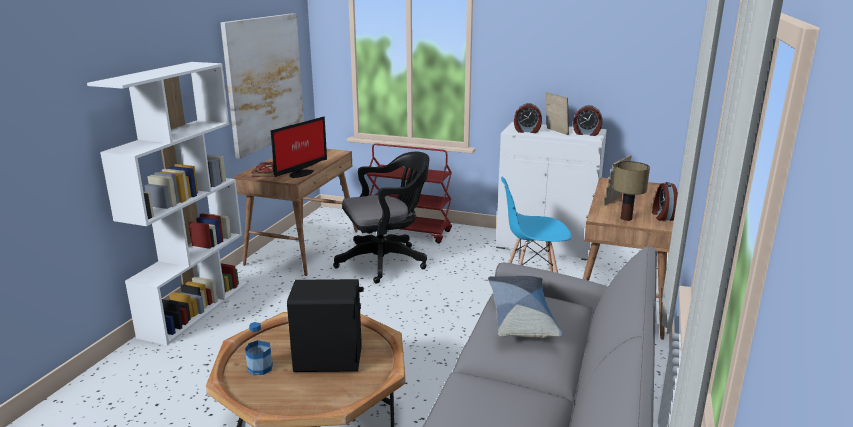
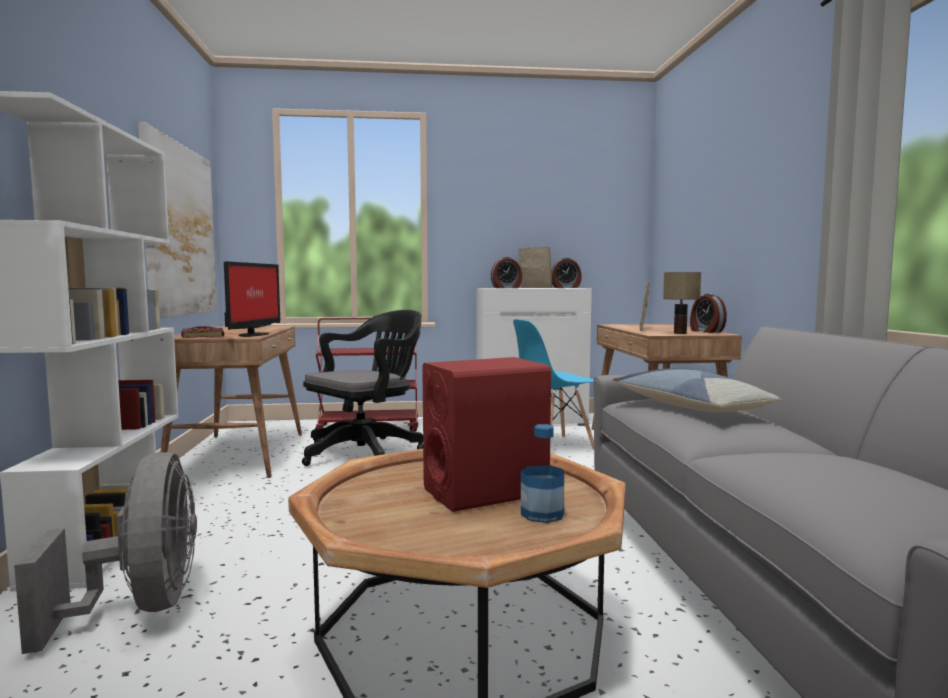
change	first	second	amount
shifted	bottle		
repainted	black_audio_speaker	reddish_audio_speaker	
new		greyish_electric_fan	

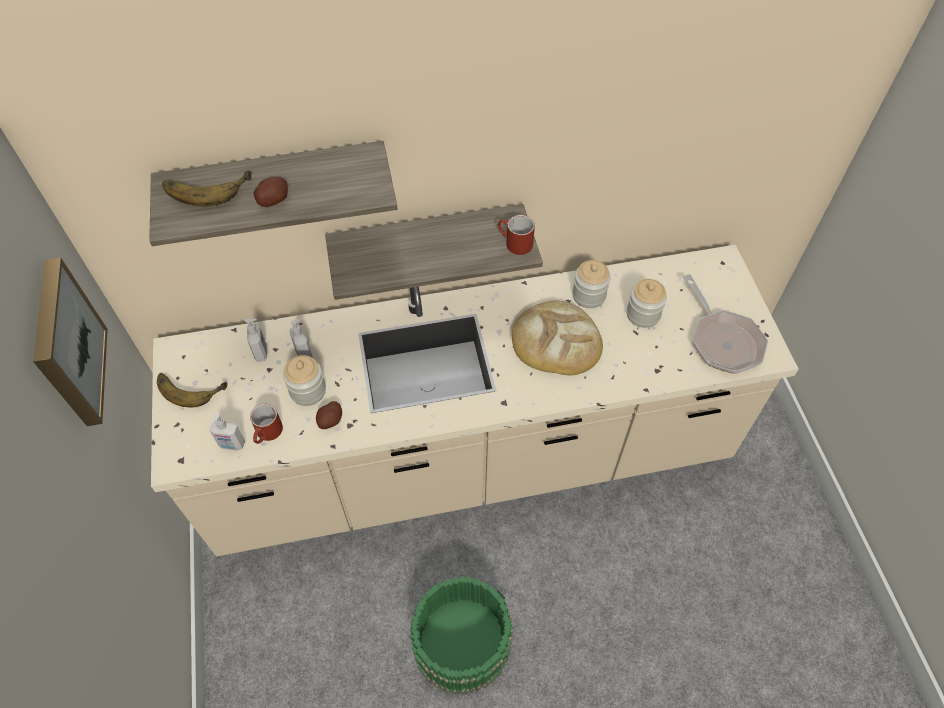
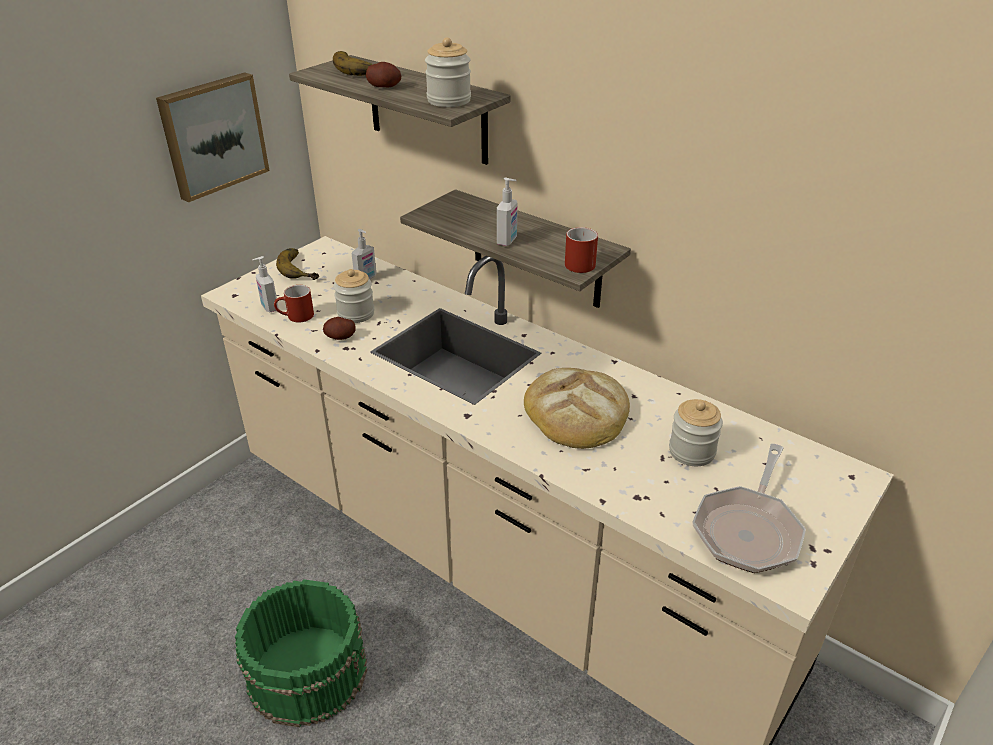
change	first	second	amount
shifted	liquid_soap_bottle (no. 3 from left)		
shifted	jar (no. 2 from left)		

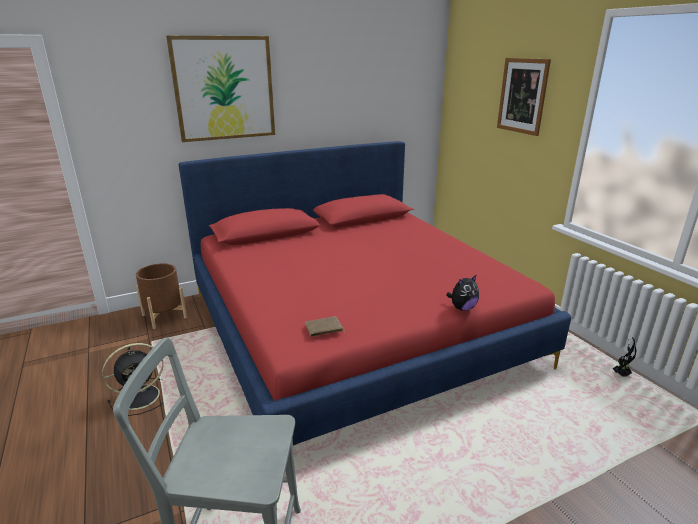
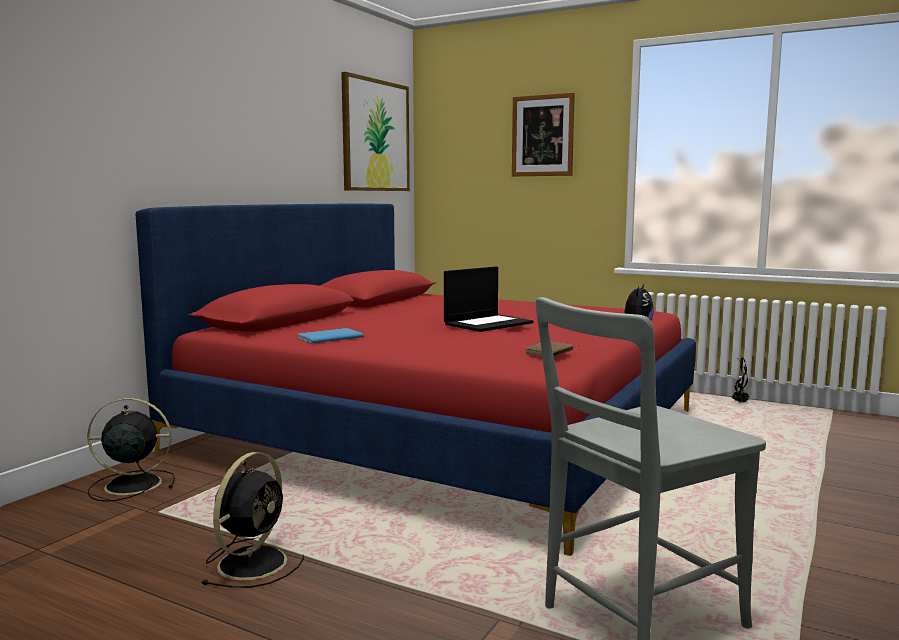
change	first	second	amount
swapped	brown-coloured_planter	black_electric_fan (no. 1 from left)	
shifted	wall_art (no. 1 from left)		
new		blue-coloured_book	
new		laptop	

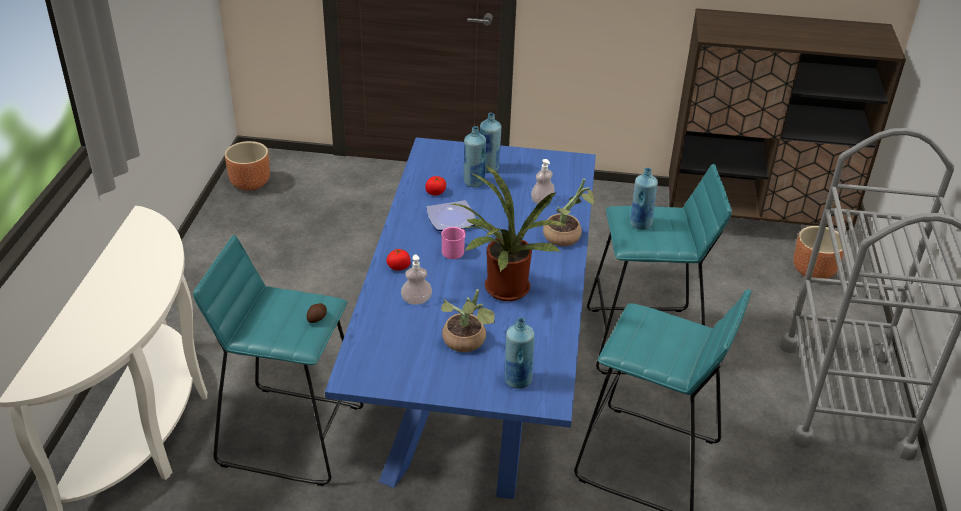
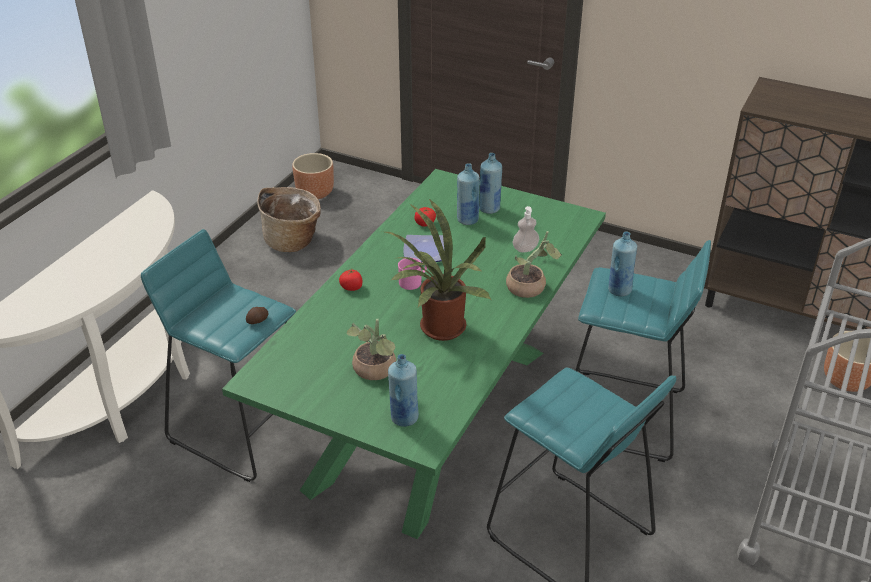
change	first	second	amount
repainted	blue-coloured_kitchen_table	green_kitchen_table	
gone	liquid_soap_bottle (no. 1 from left)		
new		basket	

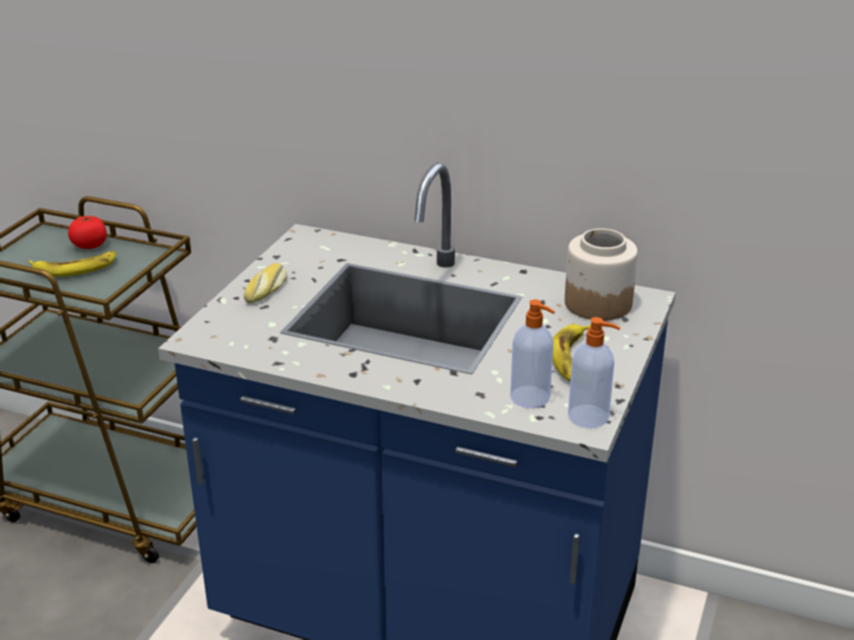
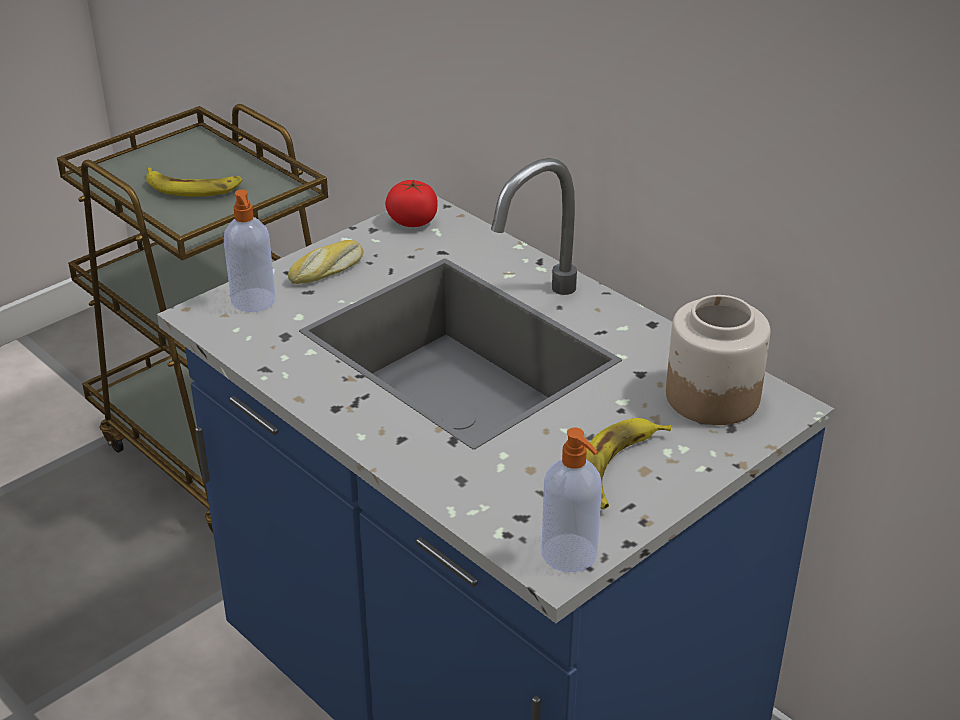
change	first	second	amount
shifted	fresh_tomato		
shifted	liquid_soap_bottle (no. 1 from left)		

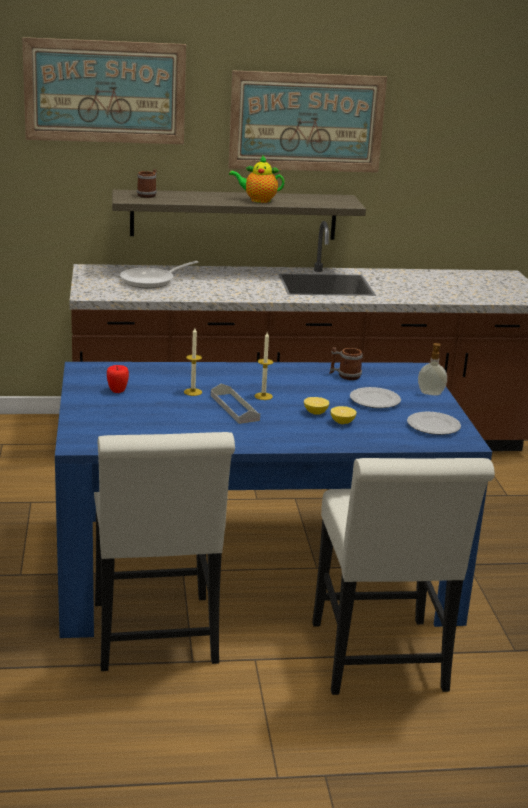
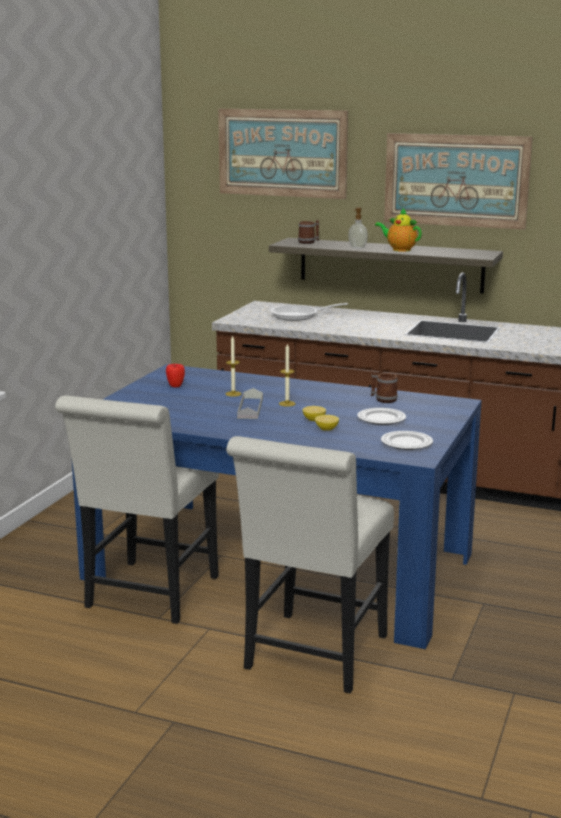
change	first	second	amount
shifted	liquid_soap_bottle		

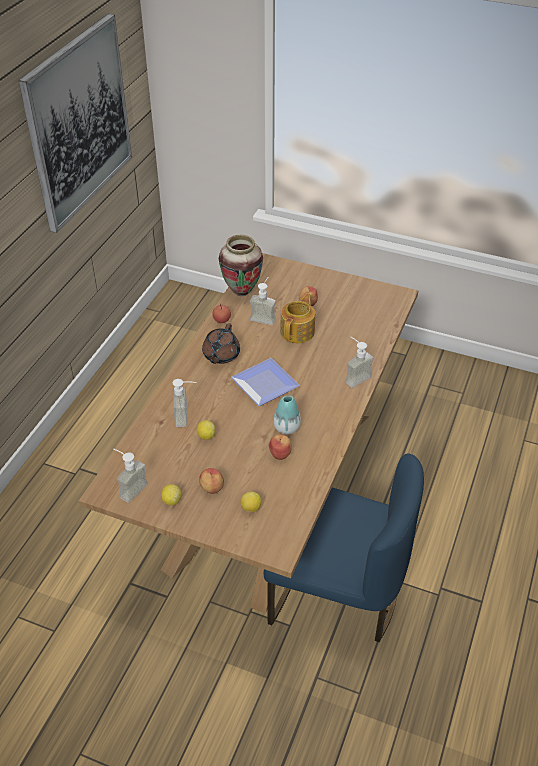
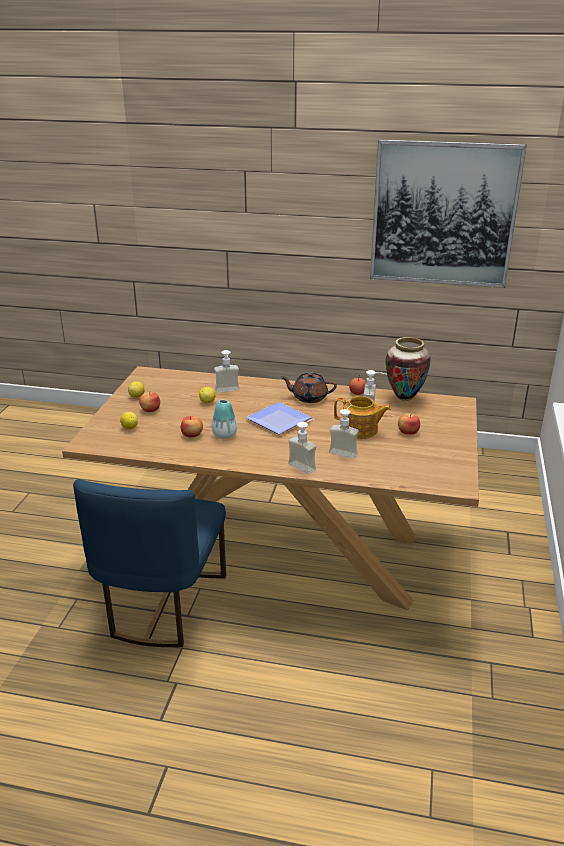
change	first	second	amount
shifted	liquid_soap_bottle (no. 1 from left in the first image)	liquid_soap_bottle (no. 3 from left)	

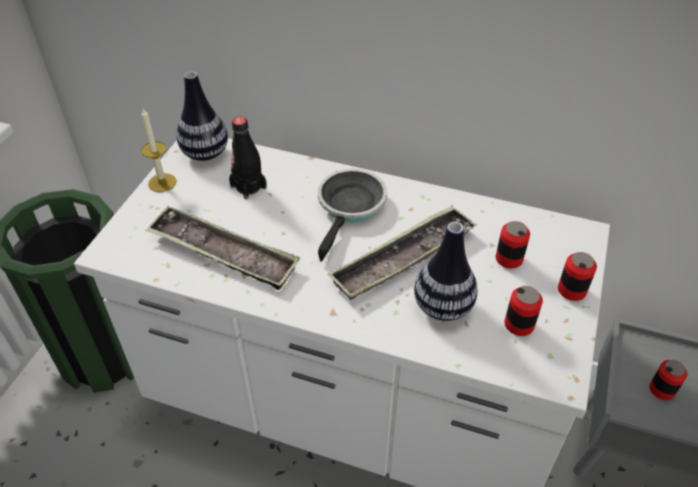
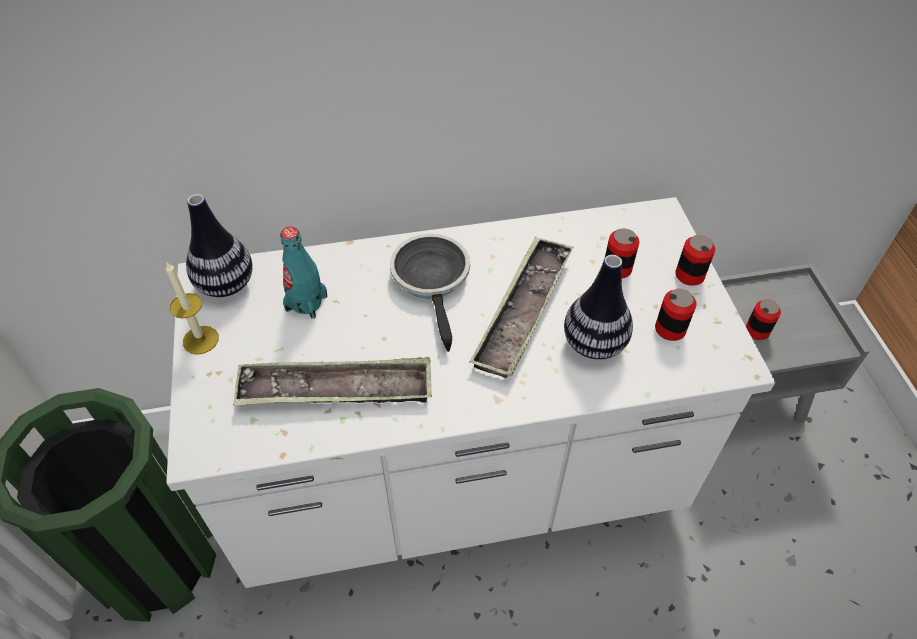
change	first	second	amount
repainted	black_bottle	turquoise_bottle	

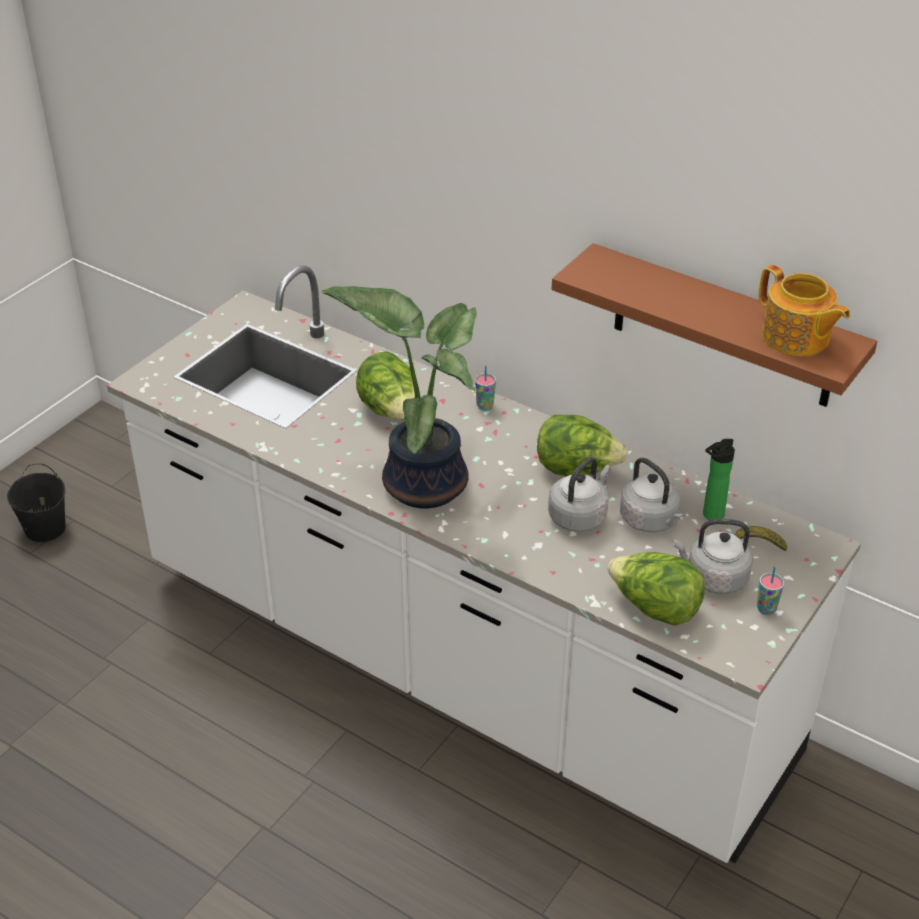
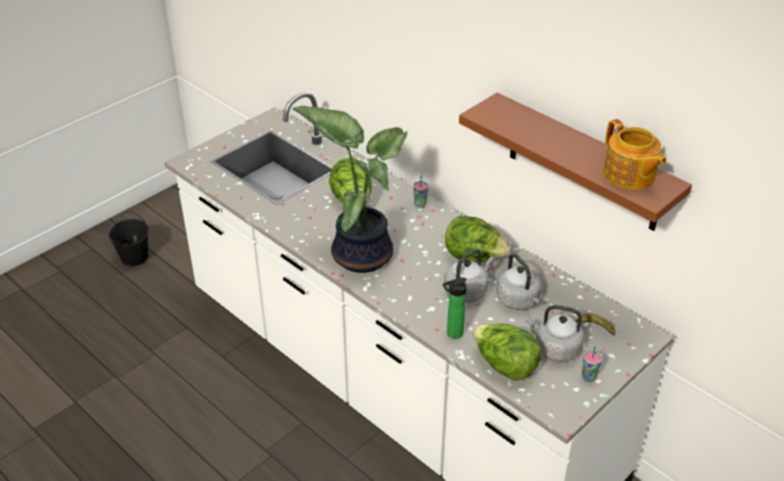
change	first	second	amount
shifted	bottle		

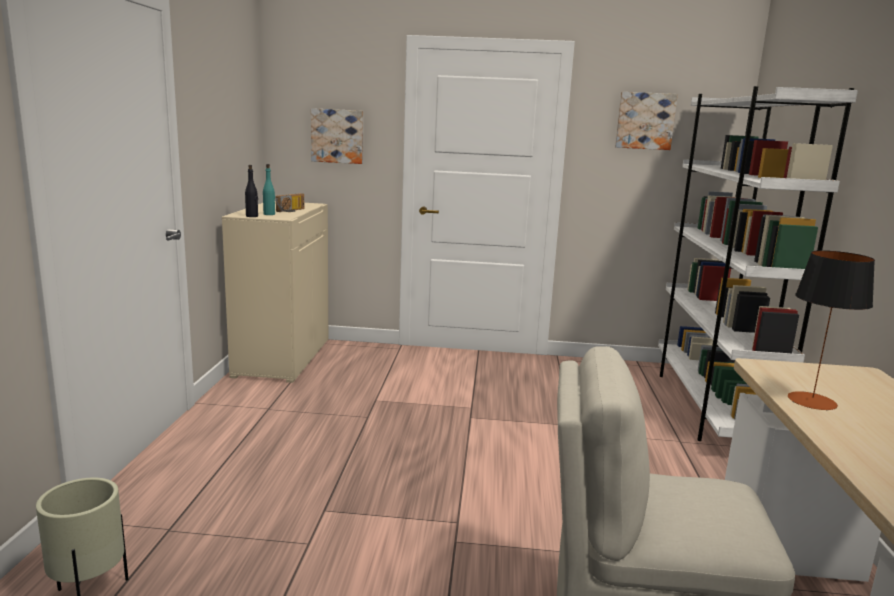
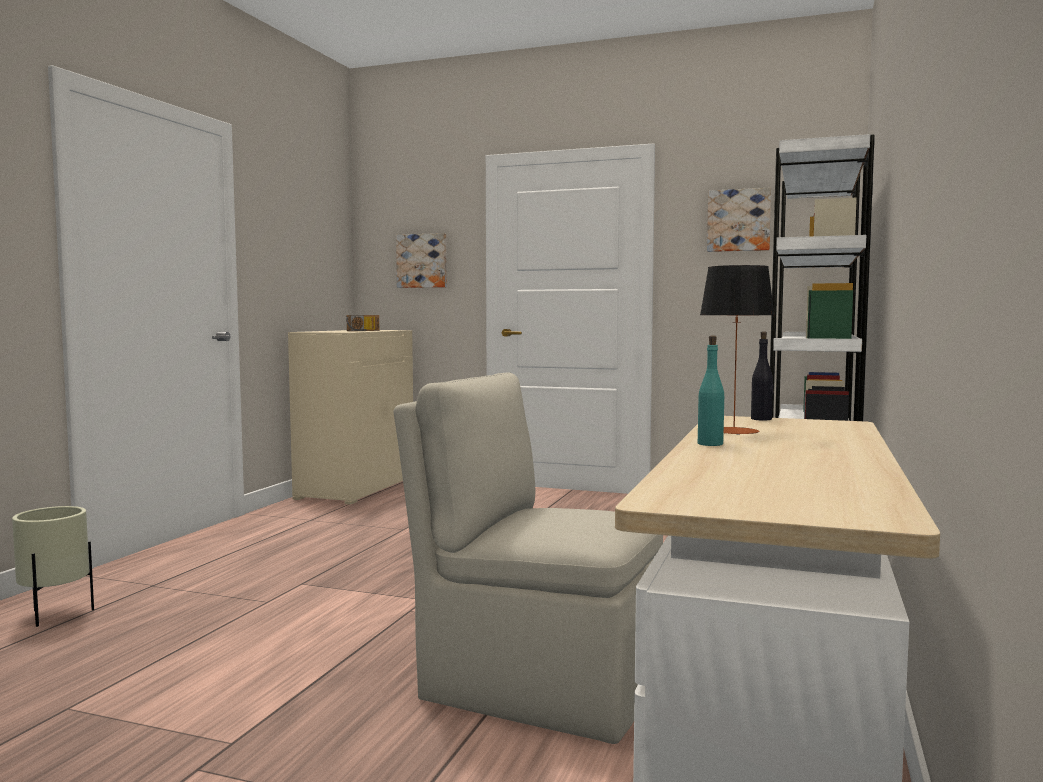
change	first	second	amount
shifted	black_bottle		
shifted	turquoise_bottle		

